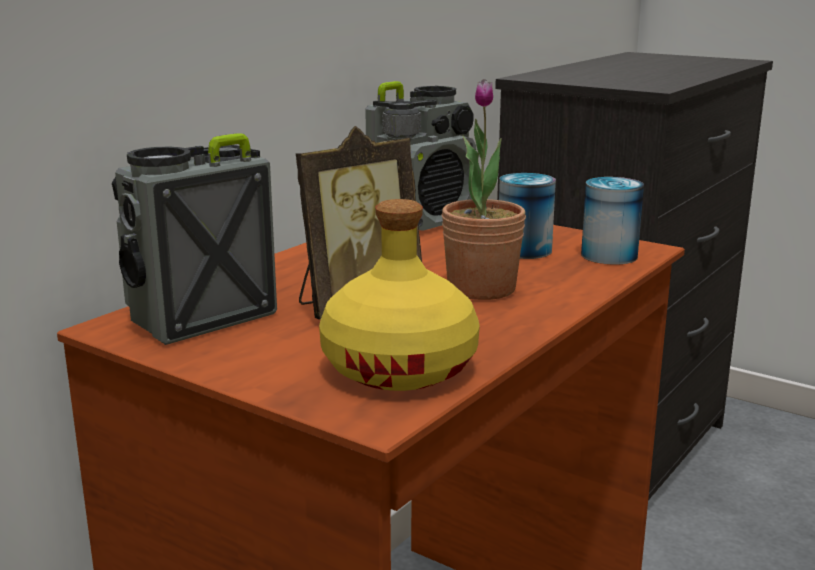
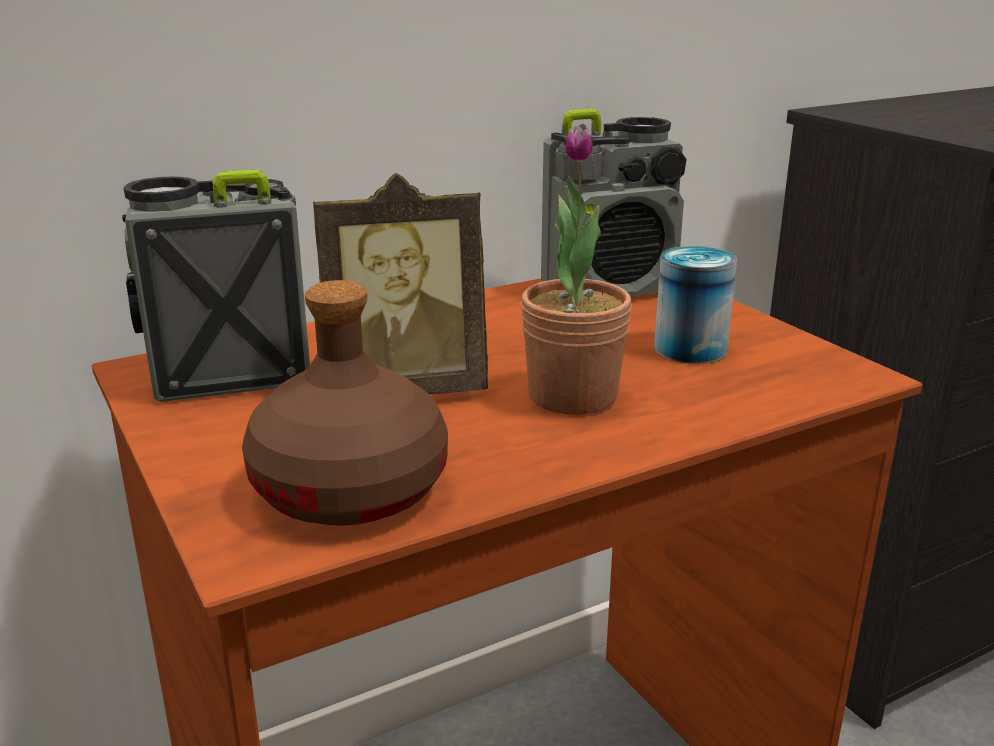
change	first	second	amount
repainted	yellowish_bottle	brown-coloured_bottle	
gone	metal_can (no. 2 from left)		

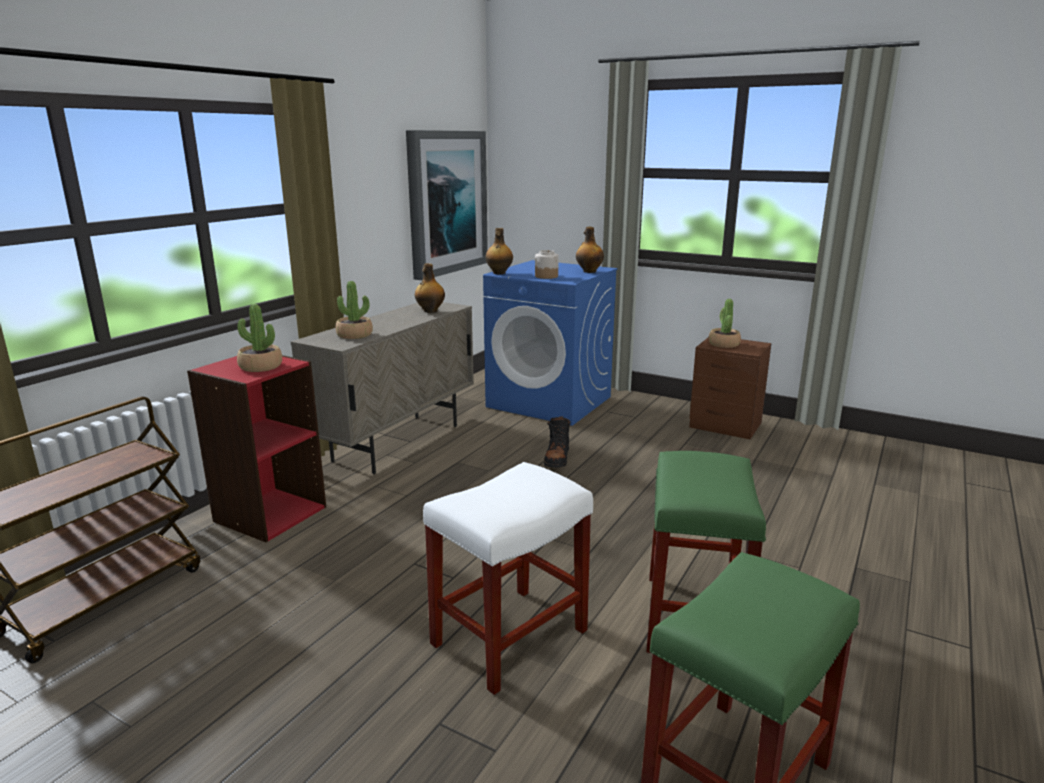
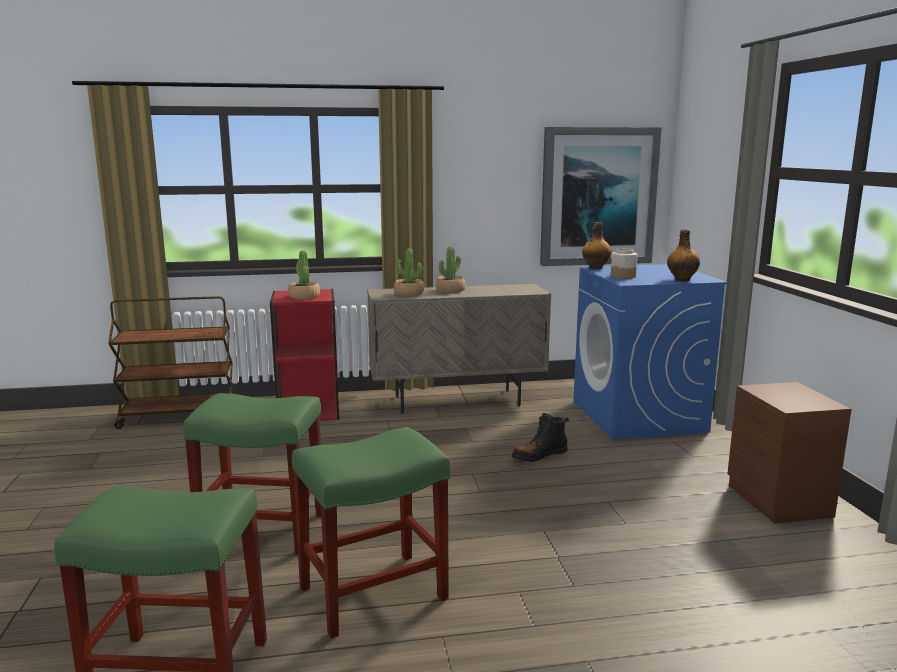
change	first	second	amount
gone	bottle (no. 1 from left)		
repainted	whitish_sitting_stool	green_sitting_stool (no. 2 from left)	
shifted	plant_in_a_pot (no. 3 from left)		

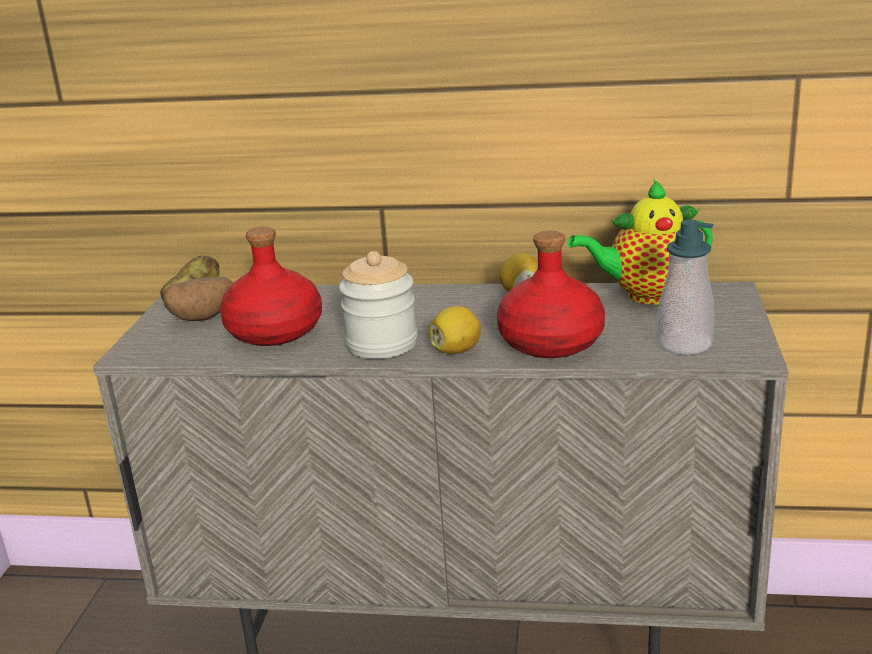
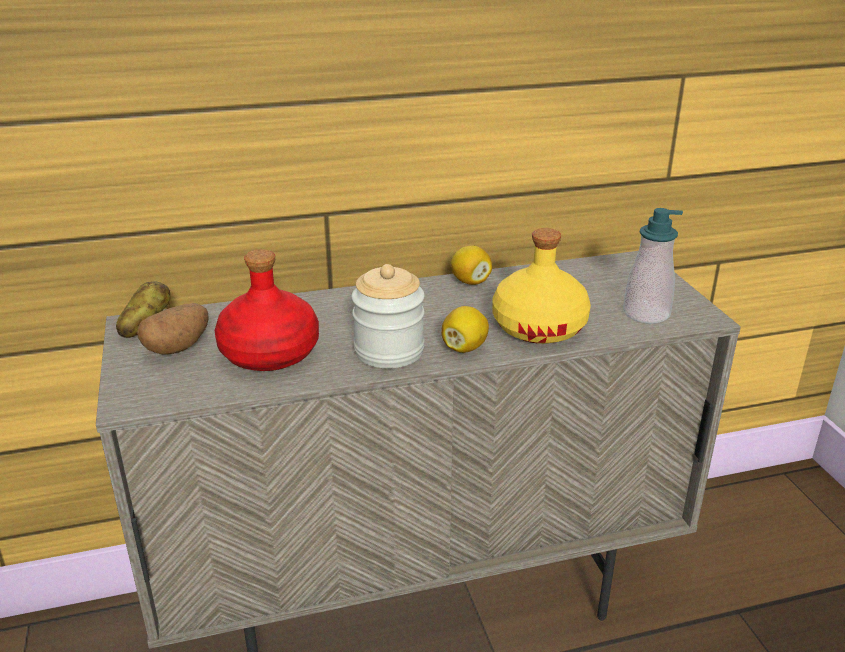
change	first	second	amount
repainted	reddish_bottle (no. 2 from left)	yellowish_bottle	
gone	tea_pot		

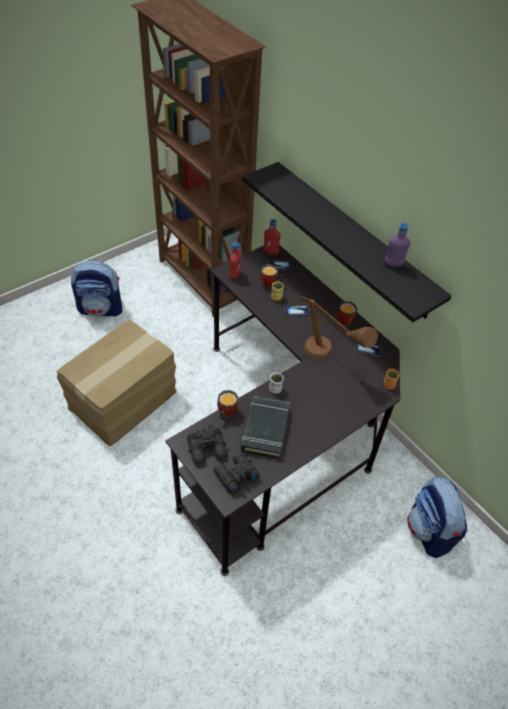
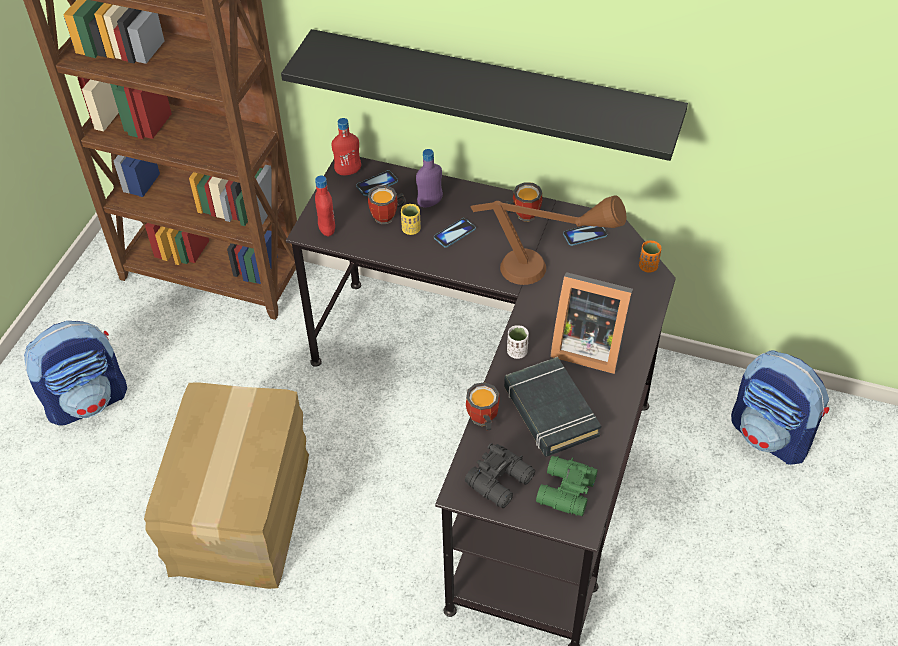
change	first	second	amount
repainted	black_pair_of_binoculars (no. 2 from left)	green_pair_of_binoculars	
shifted	purple-coloured_bottle		
new		picture_frame	

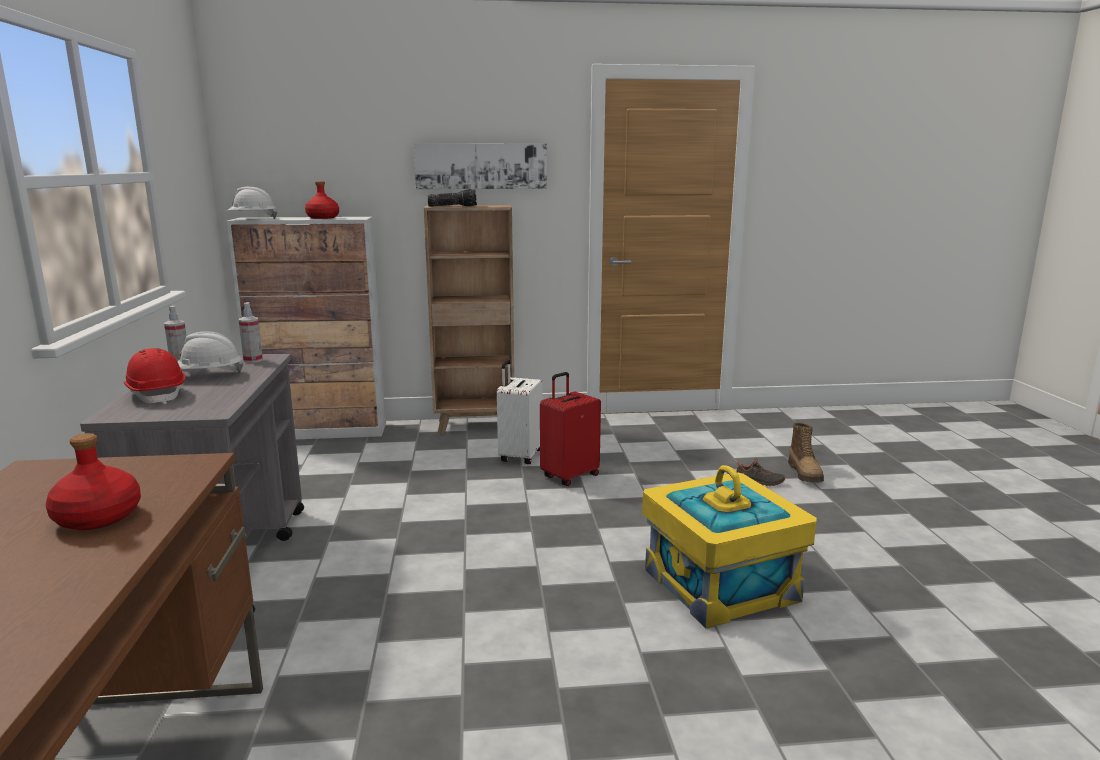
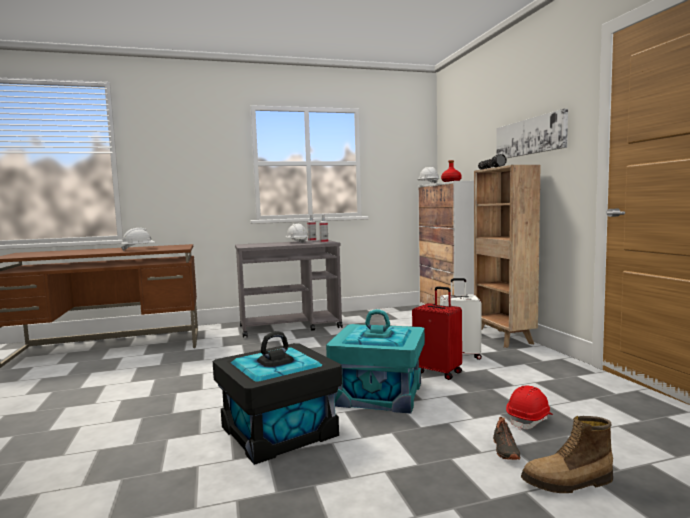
change	first	second	amount
swapped	reddish_bottle (no. 1 from left)	whitish_work_helmet (no. 1 from left)	
shifted	reddish_work_helmet		
repainted	yellowish_storage_bin	black_storage_bin	
new		turquoise_storage_bin	

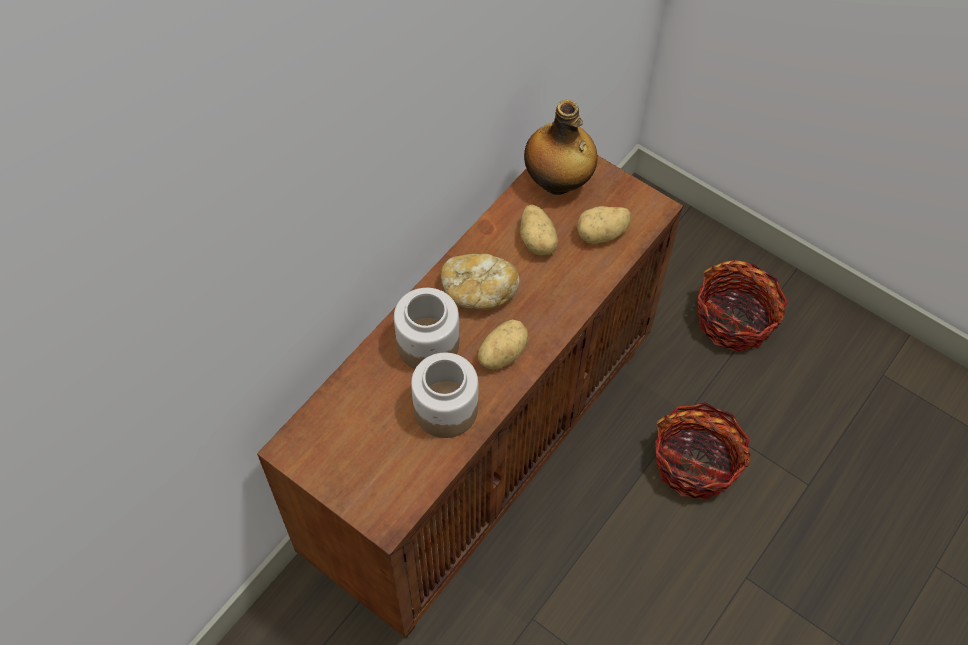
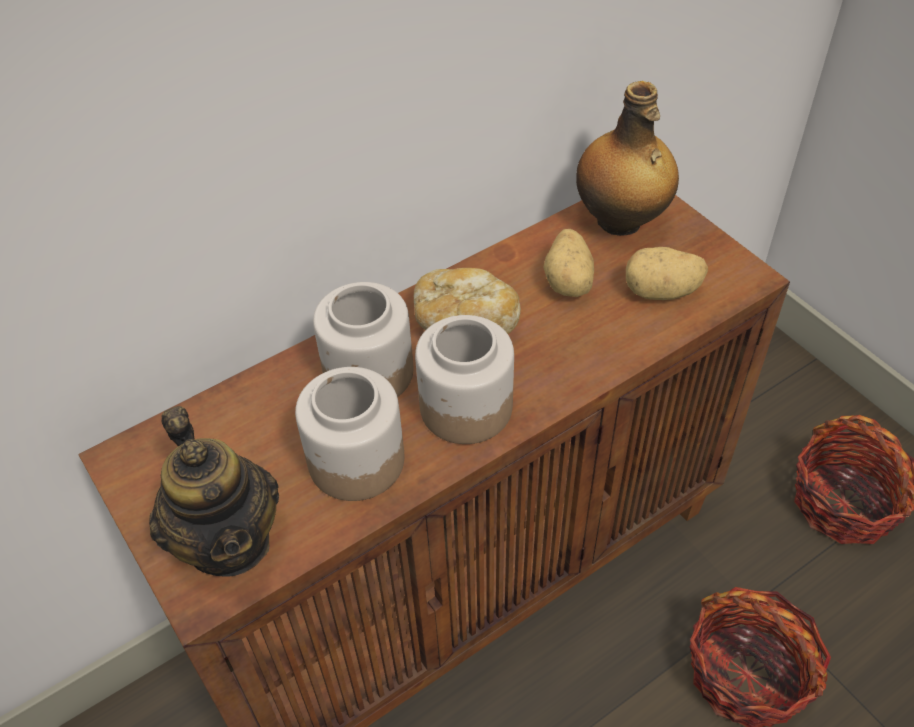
change	first	second	amount
swapped	potato (no. 1 from left)	jar (no. 3 from left)	
new		tea_pot	

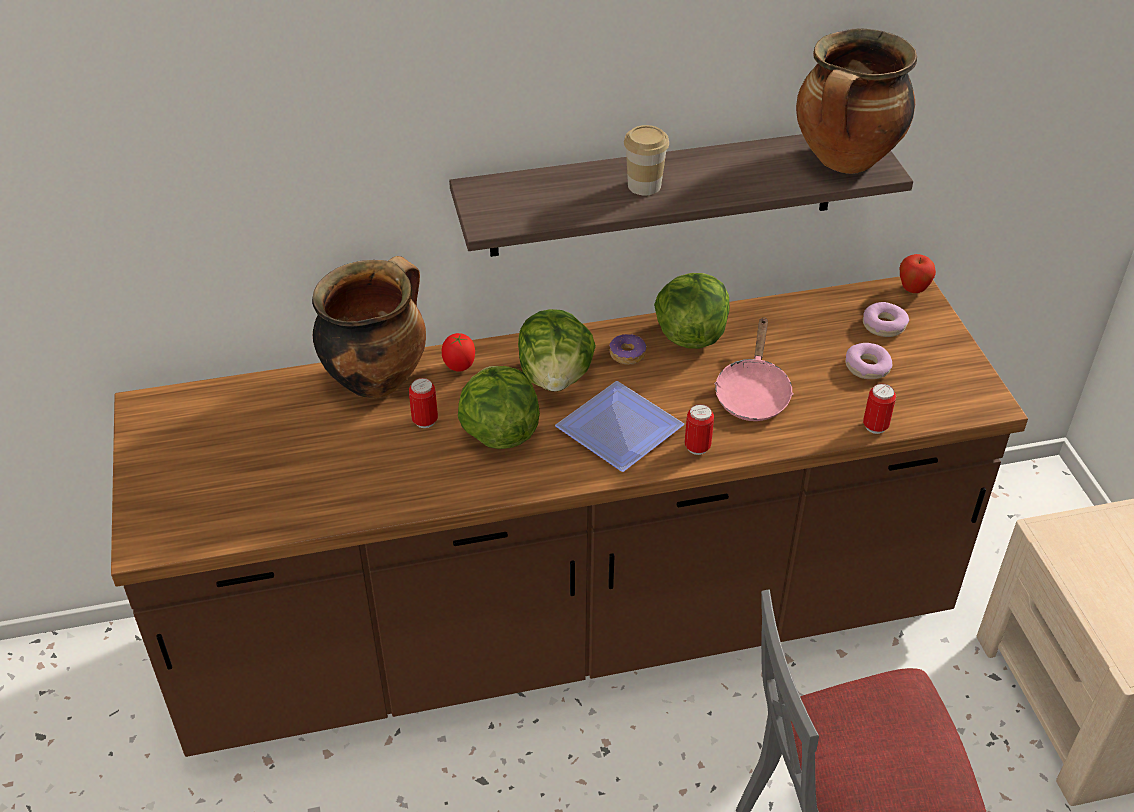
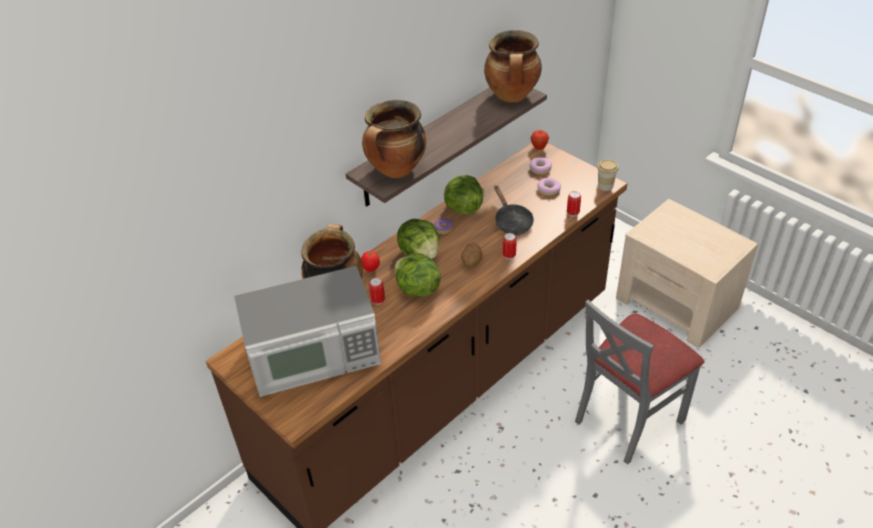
change	first	second	amount
swapped	plate	potato	
shifted	cup		
repainted	pinkish_pan	black_pan	
new		microwave_oven	
new		saucepot (no. 2 from left)	

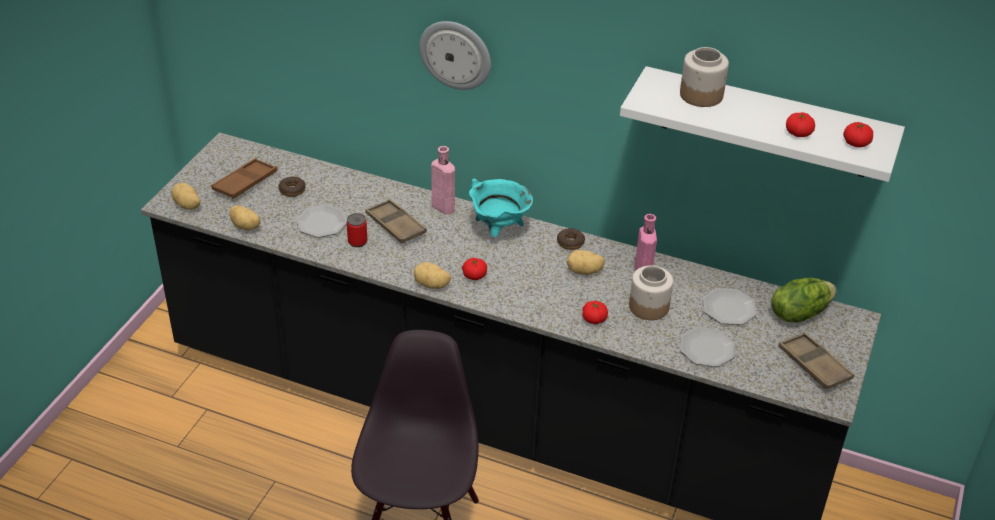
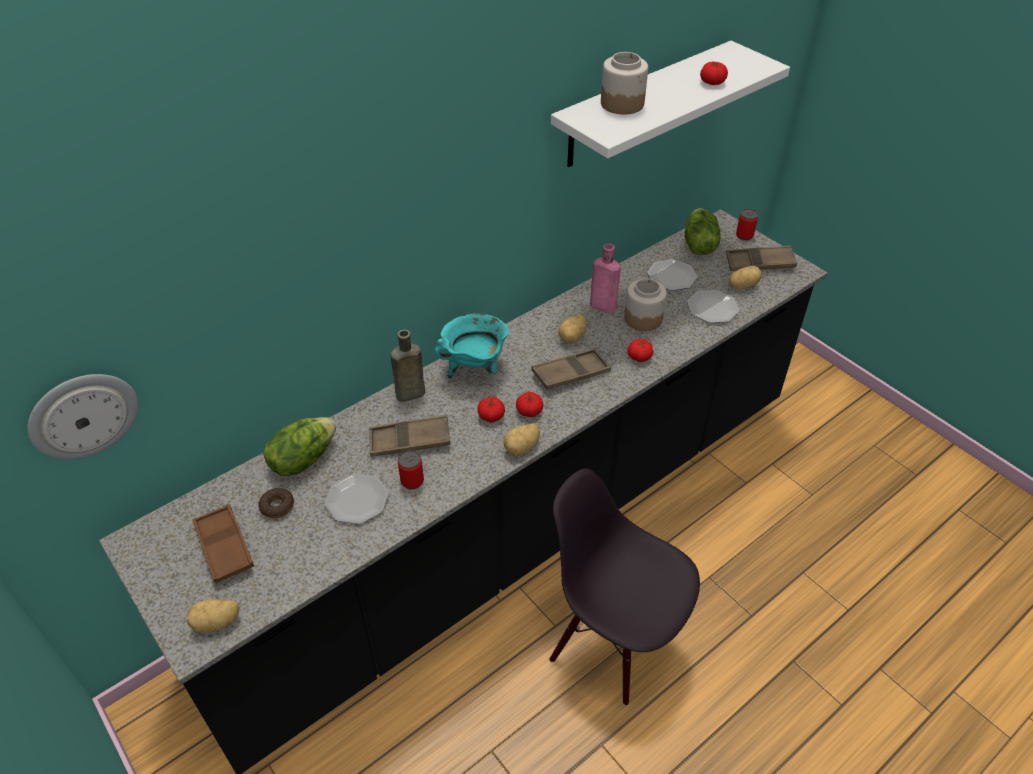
change	first	second	amount
shifted	potato (no. 2 from left in the first image)	potato (no. 4 from left)	
shifted	clock_on_the_wall		
repainted	pinkish_bottle (no. 1 from left)	brown-coloured_bottle	
gone	ring_doughnut (no. 2 from left)		
shifted	fresh_tomato (no. 4 from left in the first image)	fresh_tomato (no. 1 from left)	
new		lettuce (no. 1 from left)	
new		brown-coloured_tray (no. 3 from left)	
new		metal_can (no. 2 from left)	

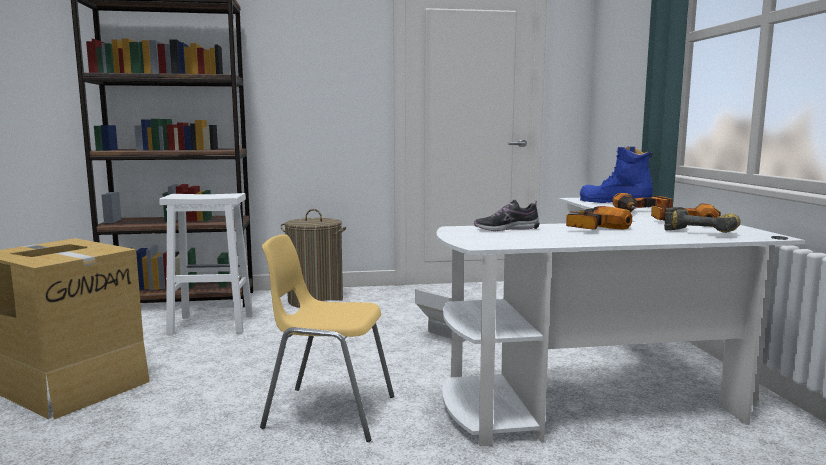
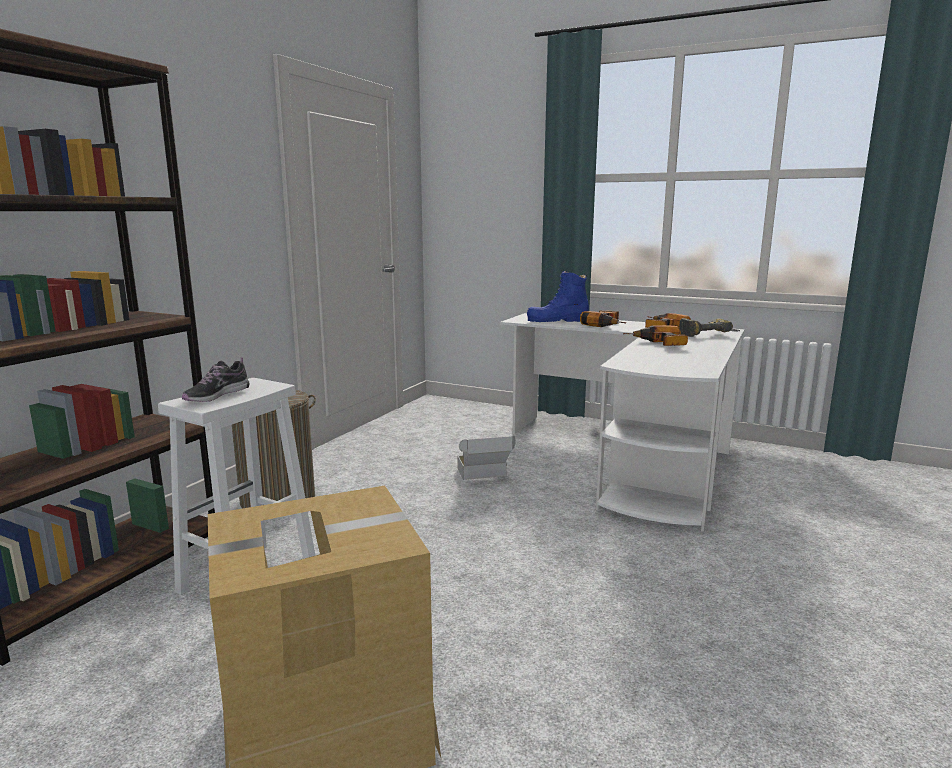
change	first	second	amount
gone	yellowish_chair		
shifted	item_of_footwear		

